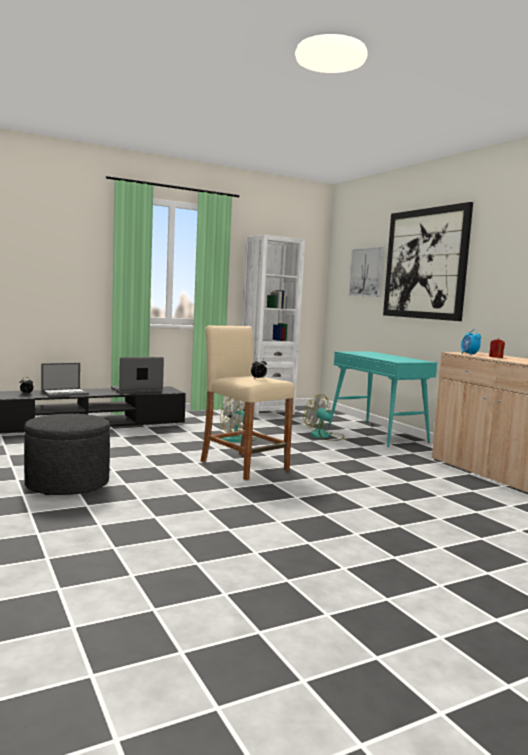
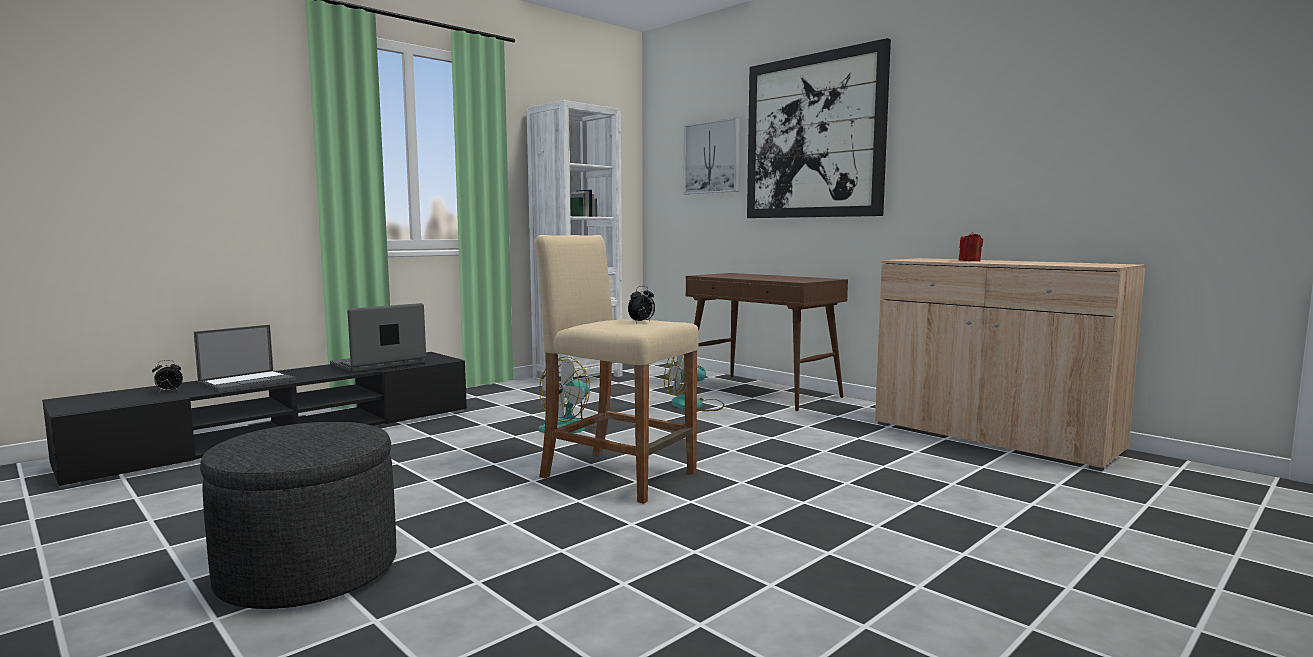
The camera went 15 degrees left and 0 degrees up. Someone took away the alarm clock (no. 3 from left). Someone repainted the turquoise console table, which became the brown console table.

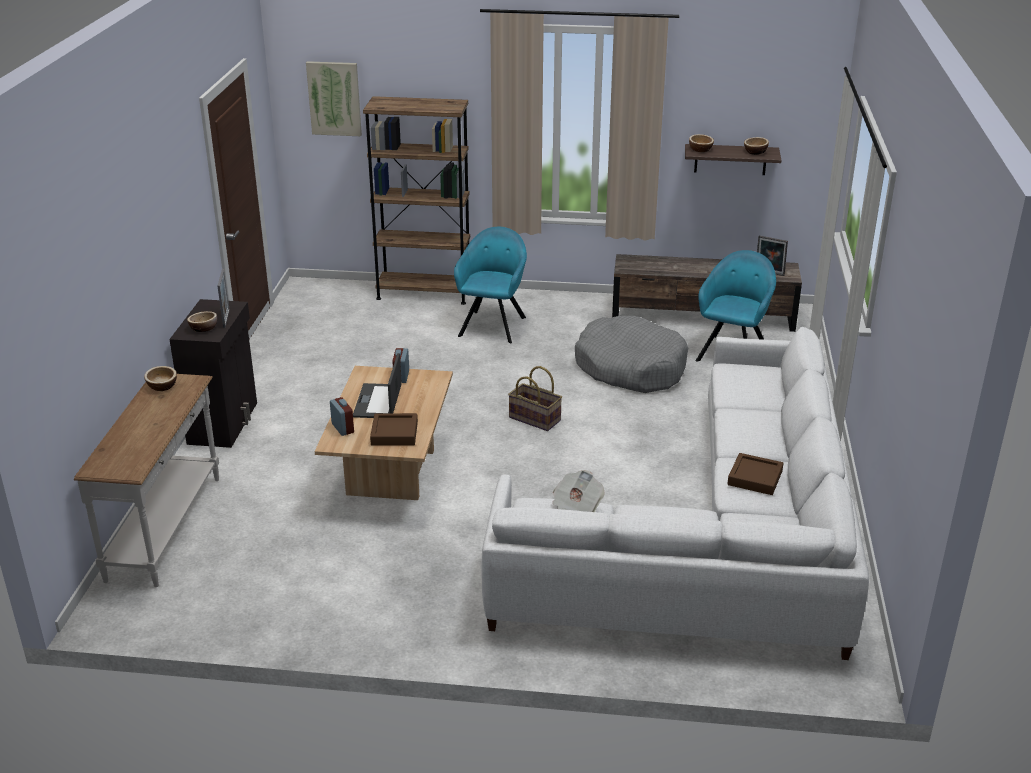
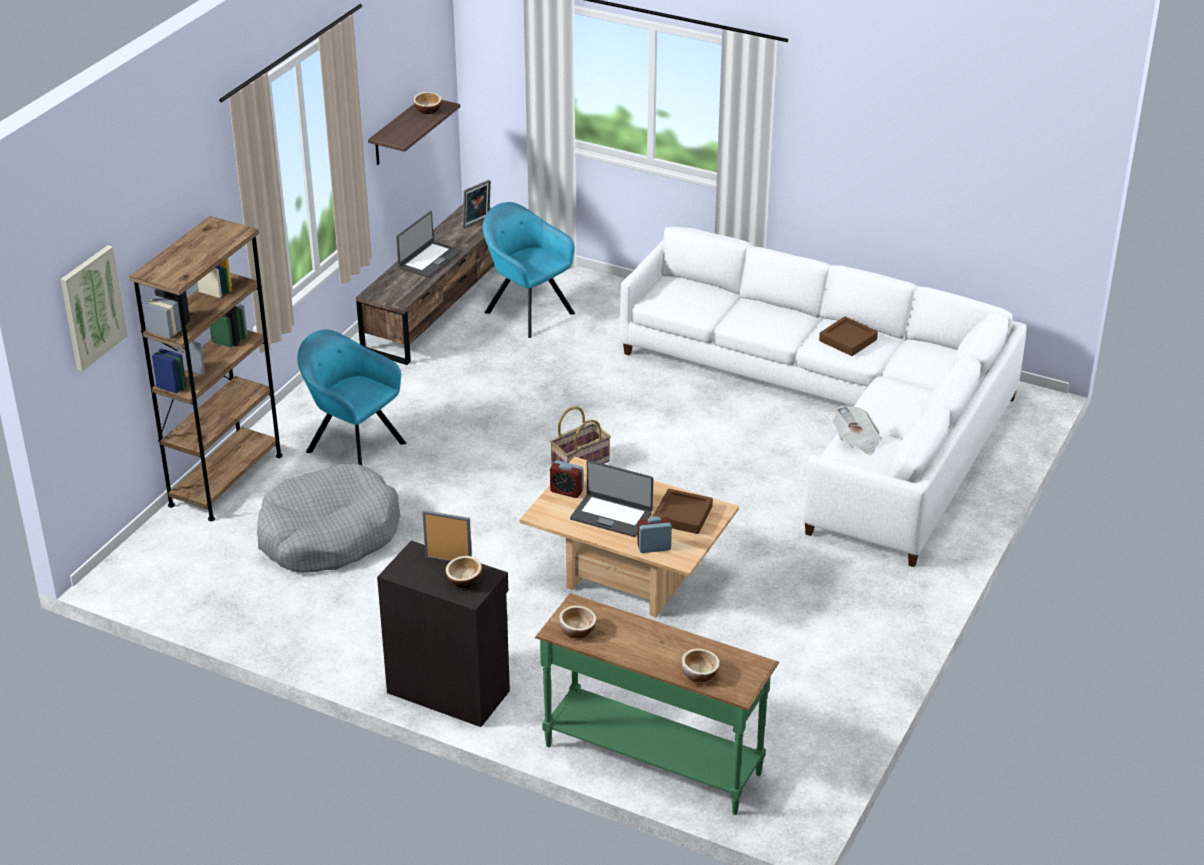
The camera went 70 degrees left and 5 degrees up. Someone carried the bowl (no. 3 from left in the first image). Someone carried the grey dog bed. Someone repainted the white console table, which became the green console table. Someone put down the laptop (no. 1 from left).

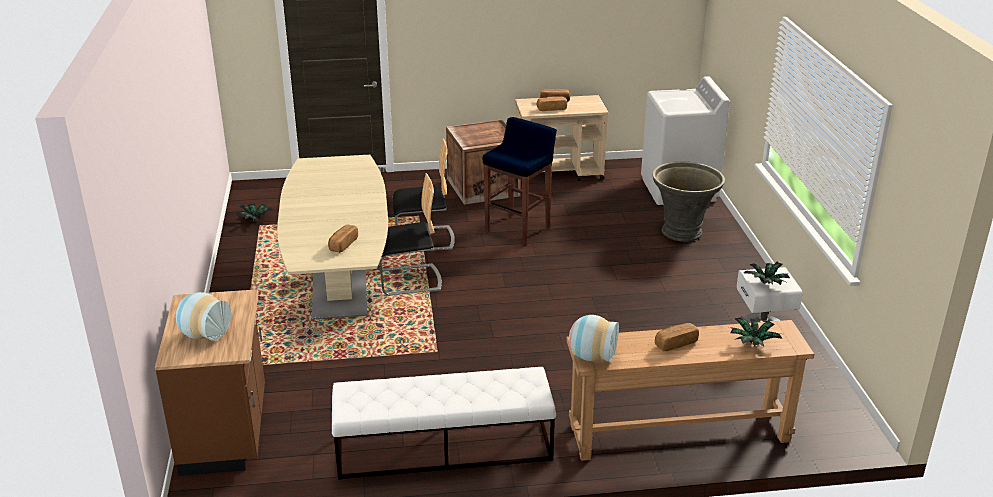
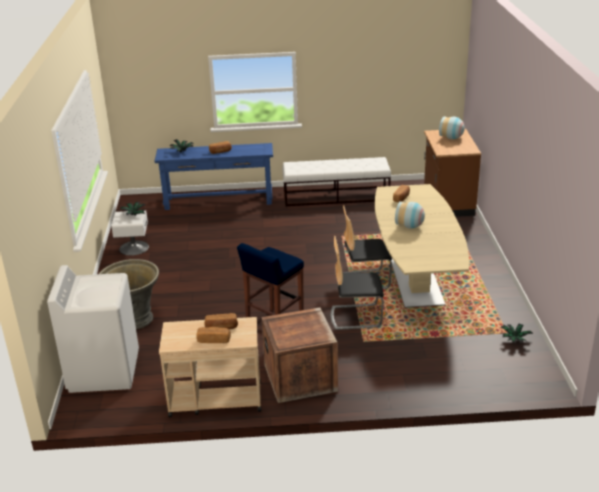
The camera went 175 degrees left and 0 degrees up. Someone carried the vase (no. 2 from left in the first image). Someone repainted the brown console table, which became the blue console table.

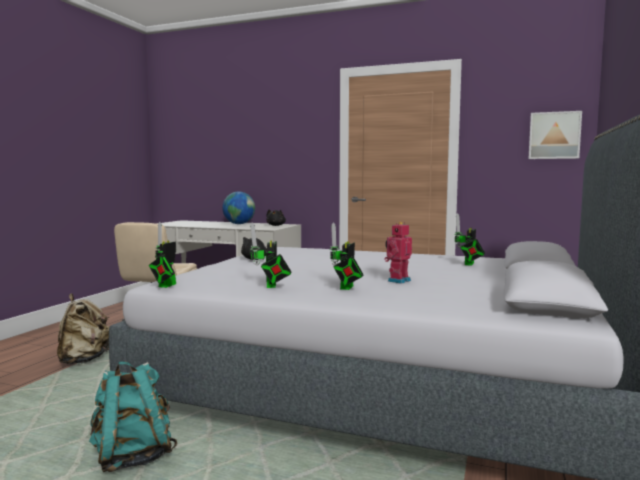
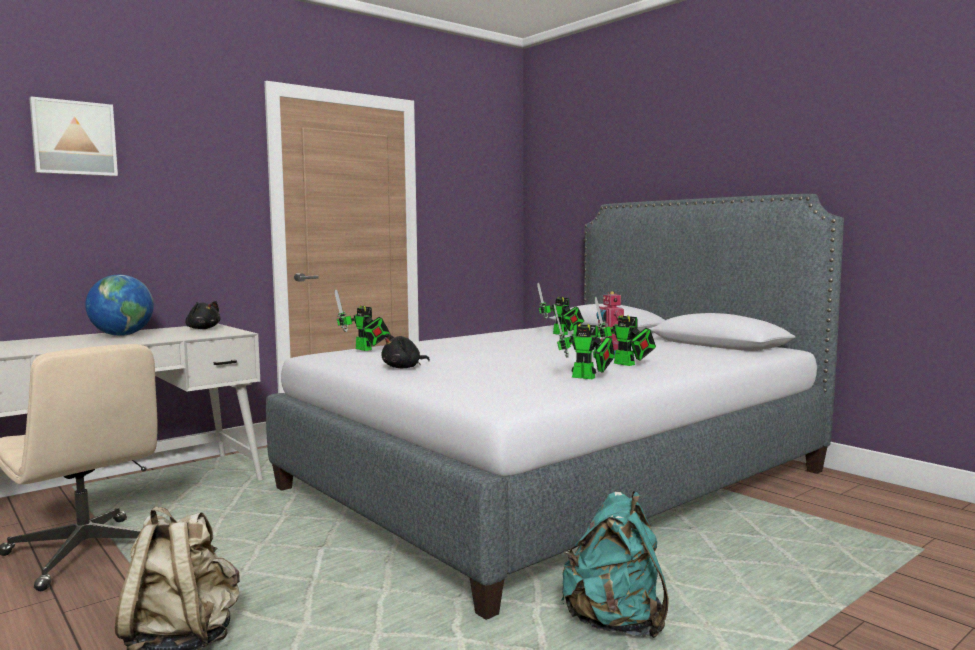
The camera went 60 degrees left and 0 degrees up. Someone carried the picture. Someone carried the toy robot (no. 1 from left).

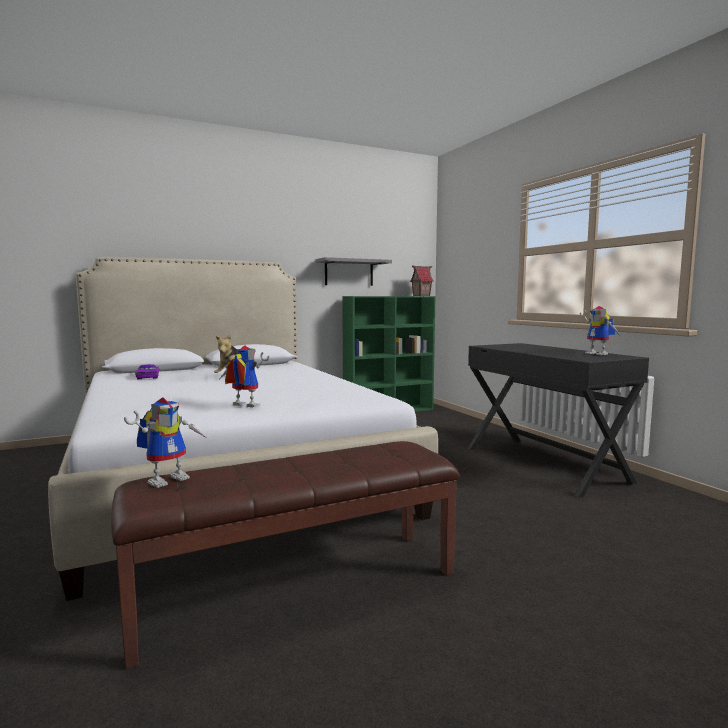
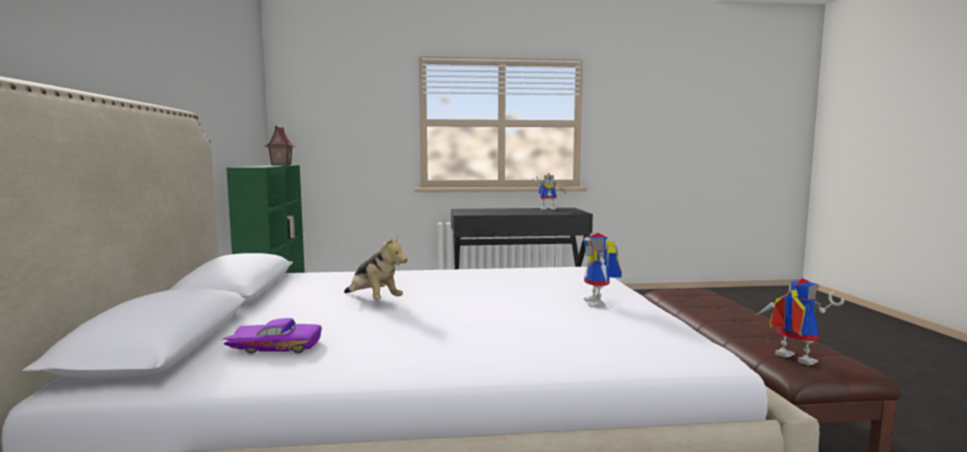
The camera went 70 degrees left and 0 degrees up. Someone took away the grey shelf. Someone rotated the toy robot (no. 2 from left) by 45 degrees counterclockwise.

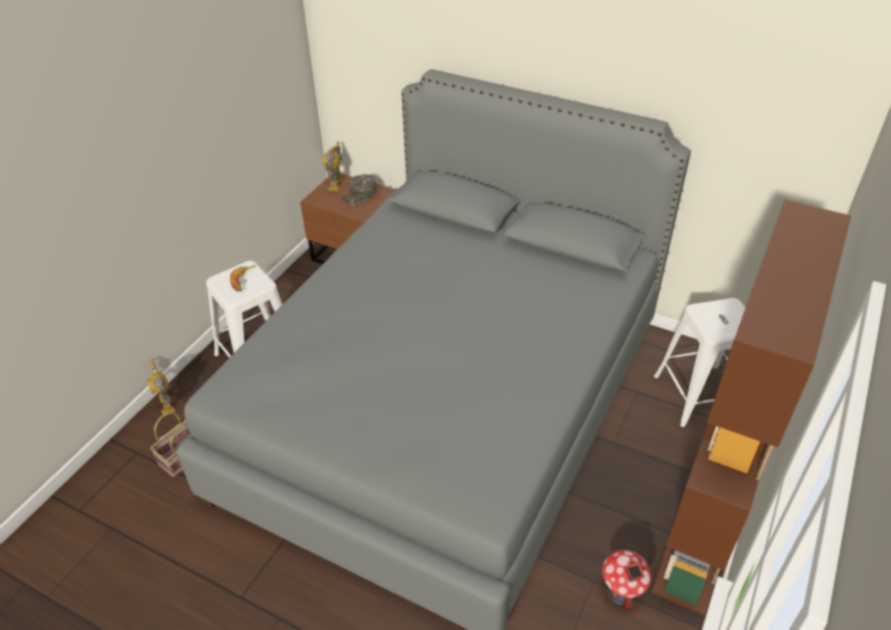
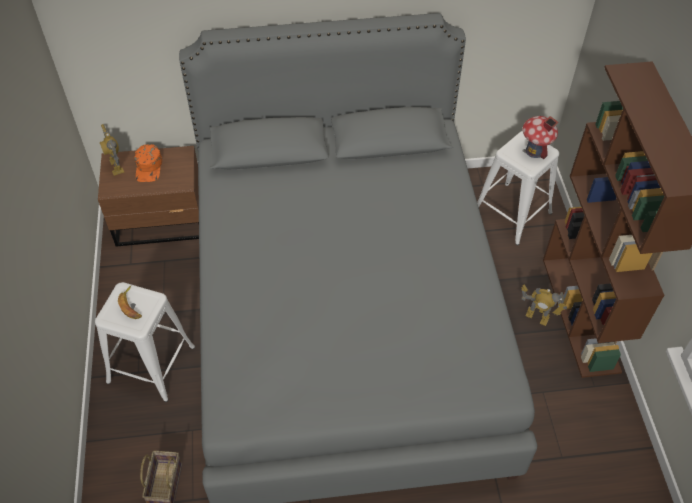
The camera went 35 degrees left and 10 degrees up. Someone repainted the green cap, which became the orange cap. Someone carried the toy robot (no. 1 from left in the first image). Someone carried the toy house.

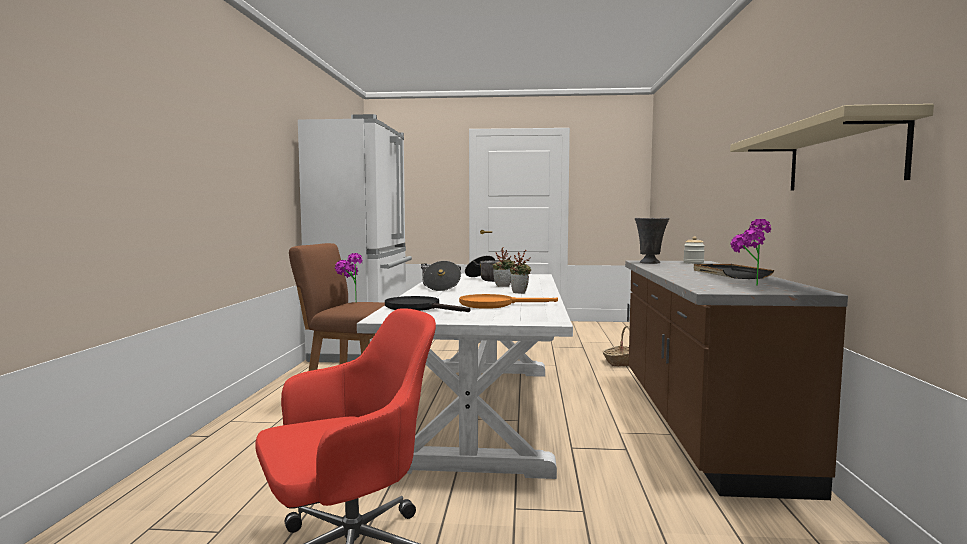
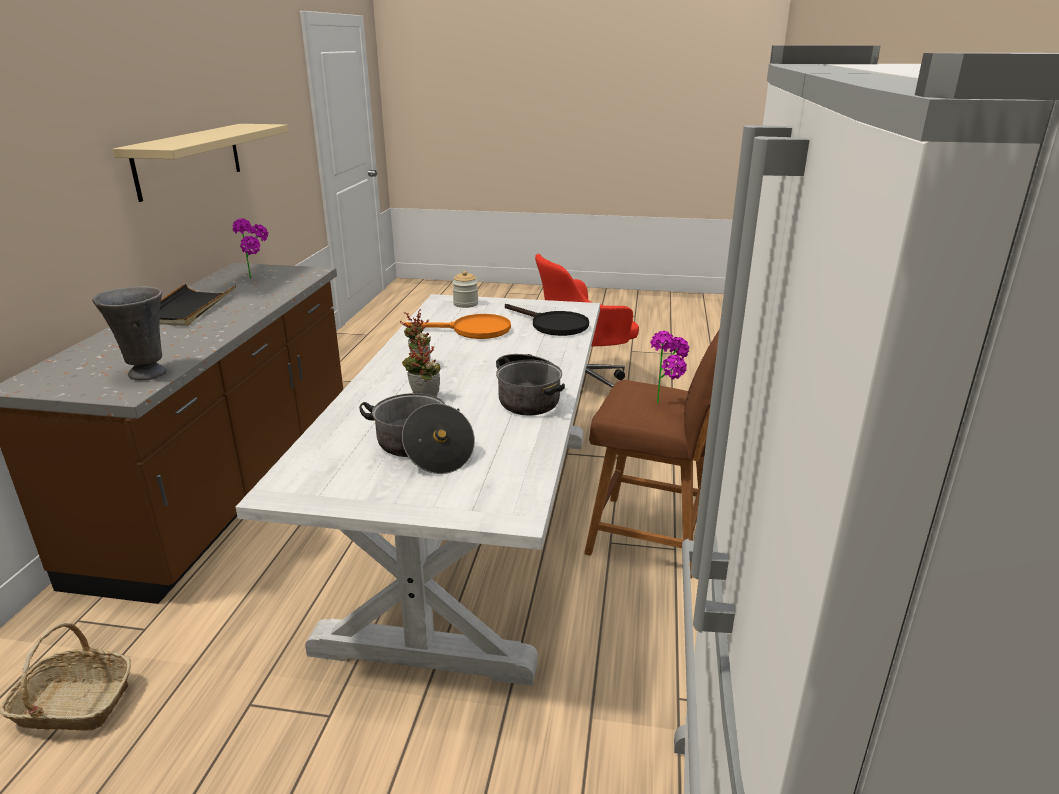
The camera went 175 degrees left and 20 degrees up. Someone carried the jar.

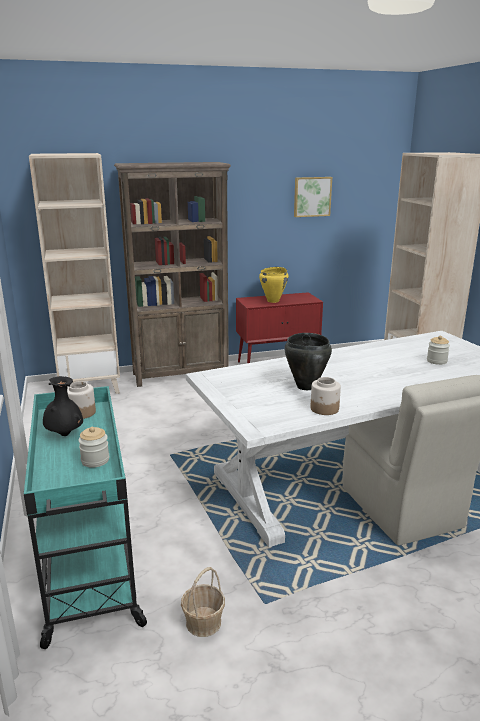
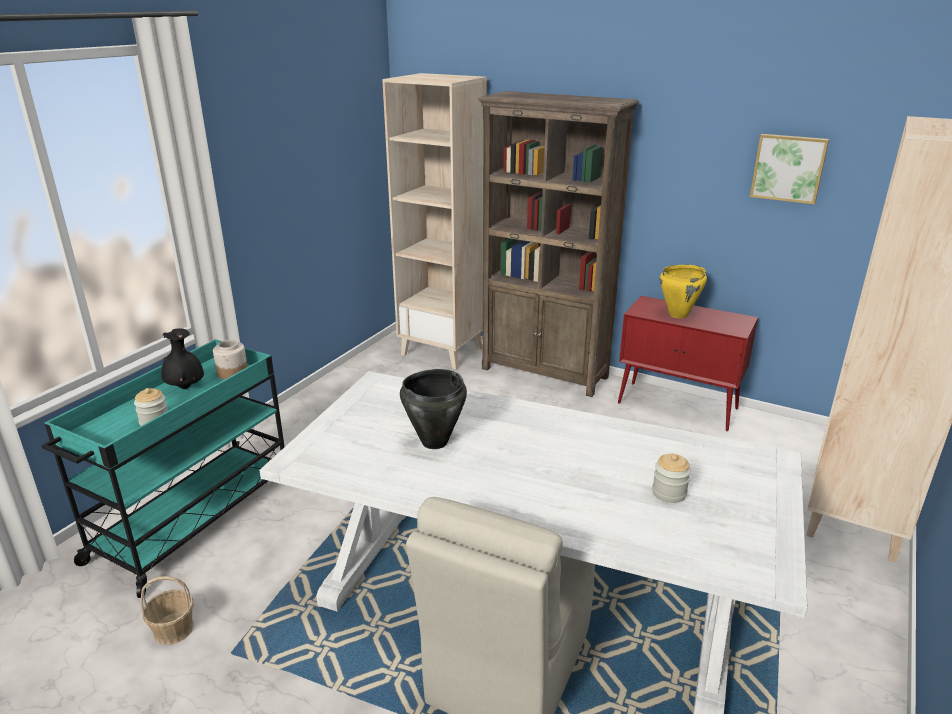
The camera went 45 degrees right and 5 degrees up. Someone took away the jar (no. 3 from left).

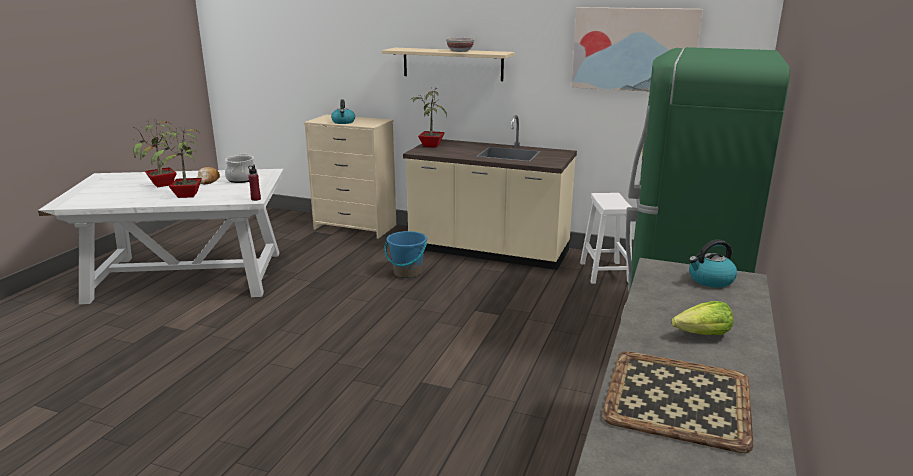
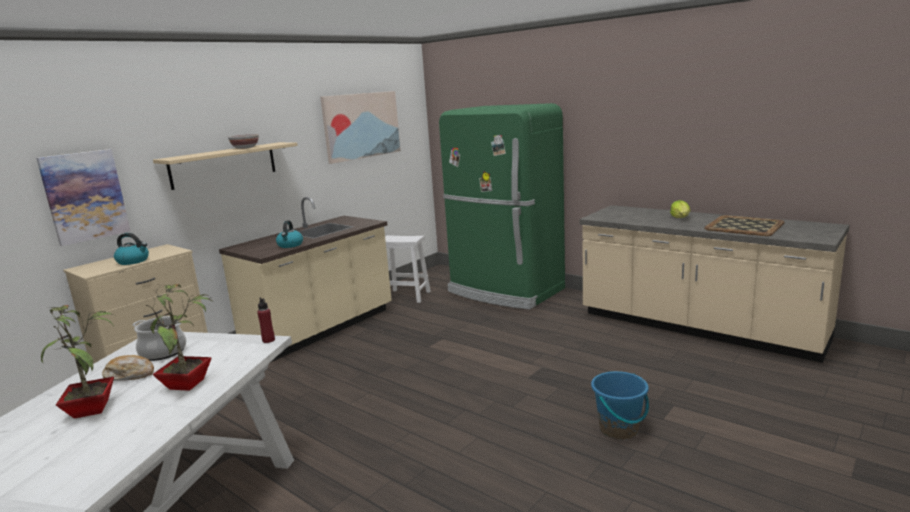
The camera went 70 degrees left and 5 degrees down. Someone took away the potted plant (no. 3 from left). Someone carried the blue bucket. Someone carried the kettle (no. 2 from left). Someone put up the picture (no. 1 from left).

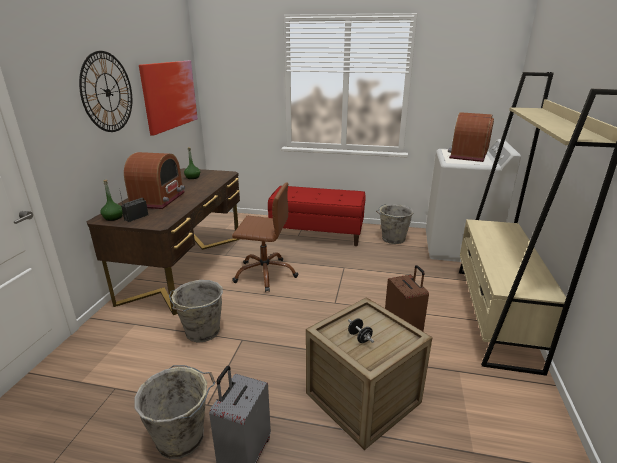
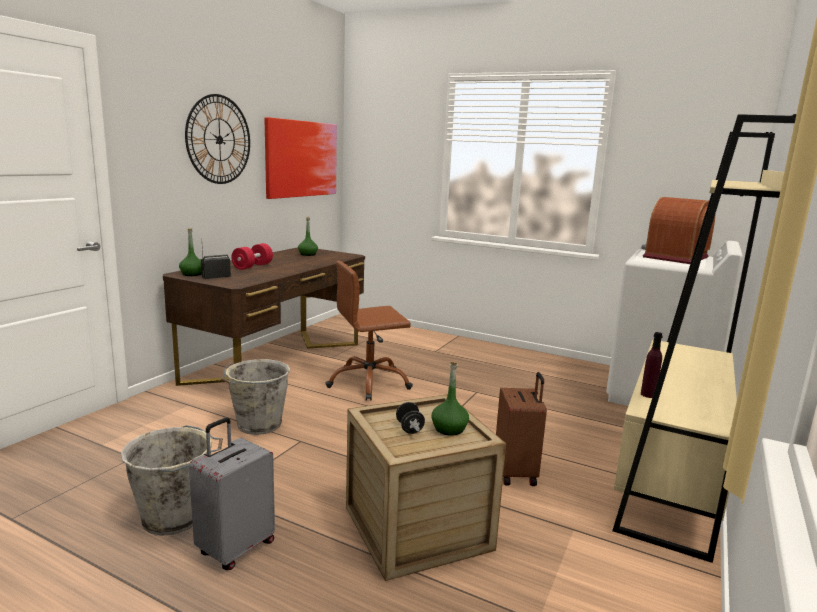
The camera went 15 degrees right and 10 degrees down. Someone swapped the radio (no. 2 from left) for the red dumbbell. Someone rotated the brown office chair by 135 degrees clockwise. Someone took away the red bench. Someone took away the grey bucket (no. 3 from left). Someone put down the purple bottle. Someone put down the green bottle (no. 3 from left).

